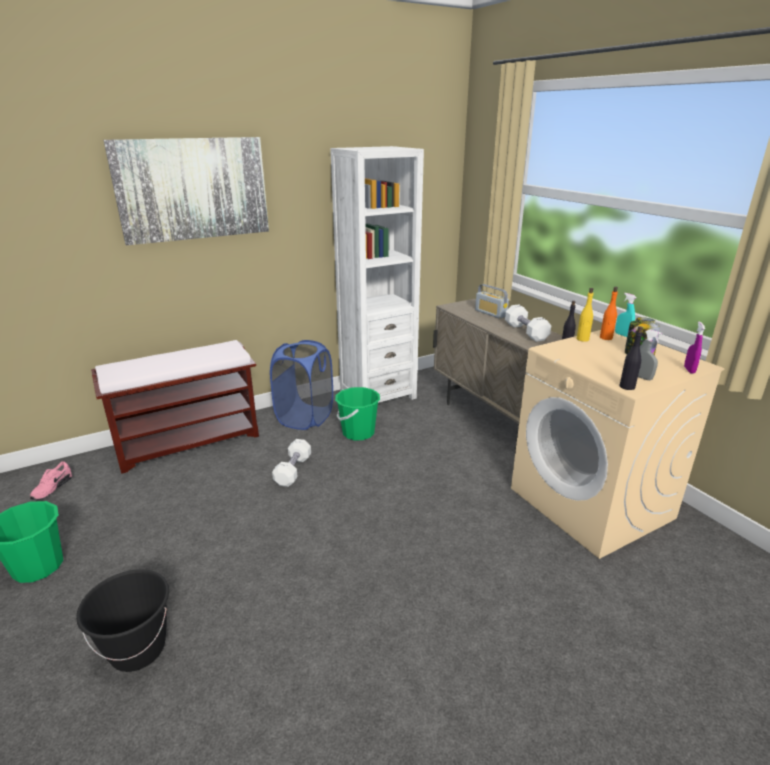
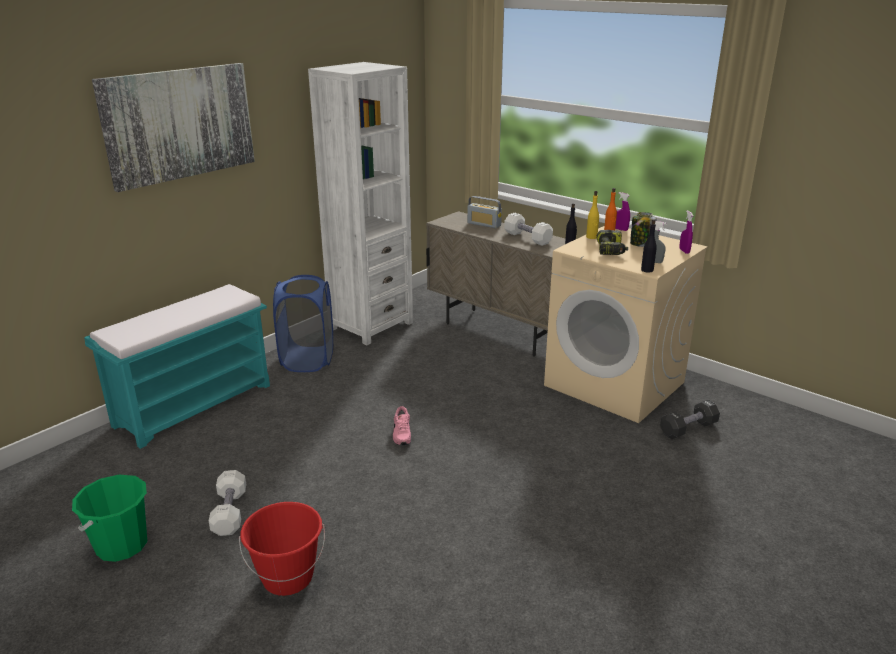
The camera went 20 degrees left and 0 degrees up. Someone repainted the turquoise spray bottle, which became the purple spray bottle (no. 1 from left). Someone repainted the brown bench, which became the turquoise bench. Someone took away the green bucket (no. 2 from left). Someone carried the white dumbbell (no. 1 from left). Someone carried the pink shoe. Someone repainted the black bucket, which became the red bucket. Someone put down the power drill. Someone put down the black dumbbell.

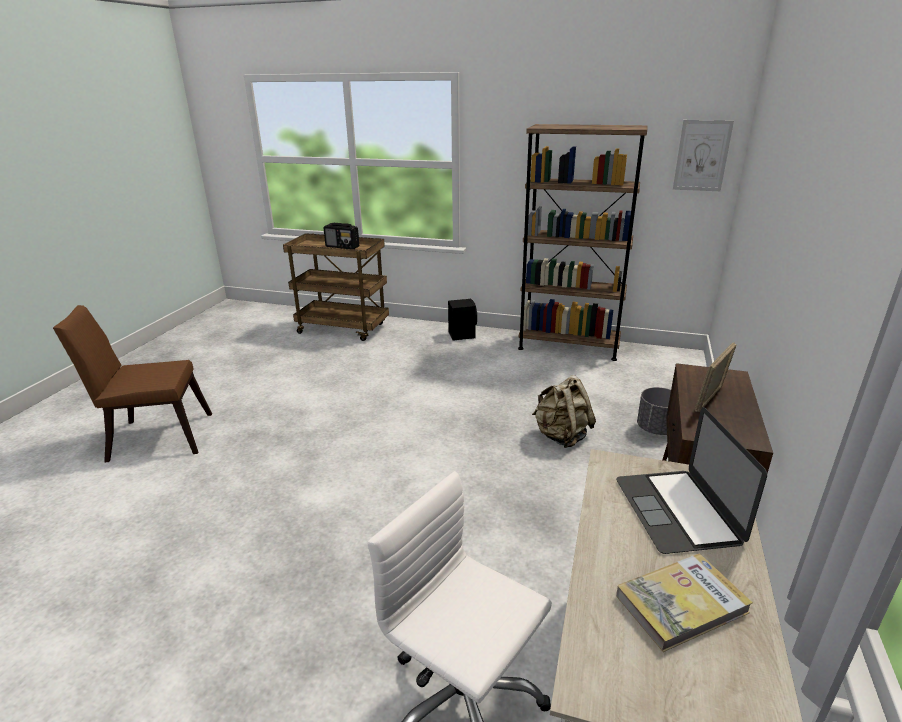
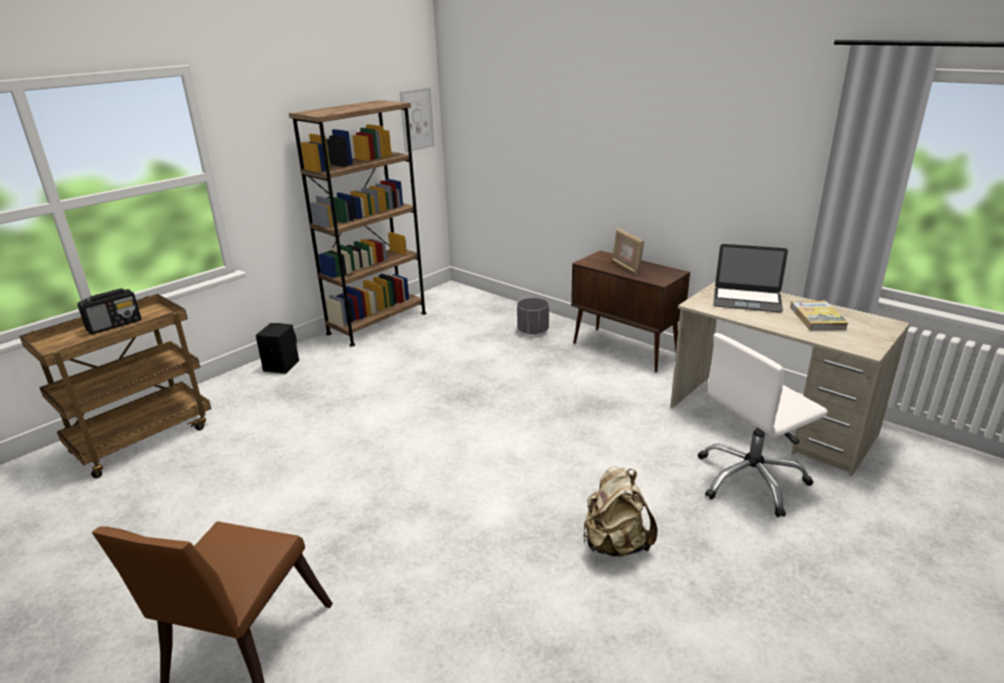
The camera went 65 degrees left and 0 degrees up. Someone carried the beige backpack.

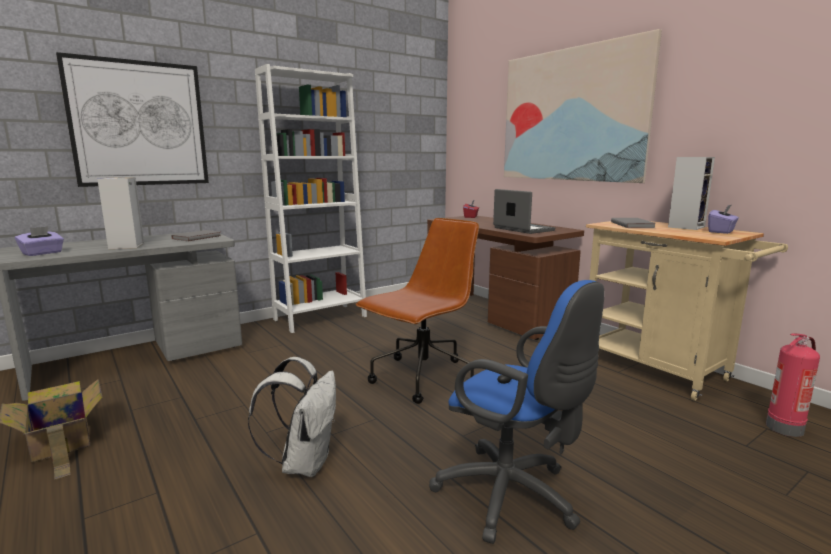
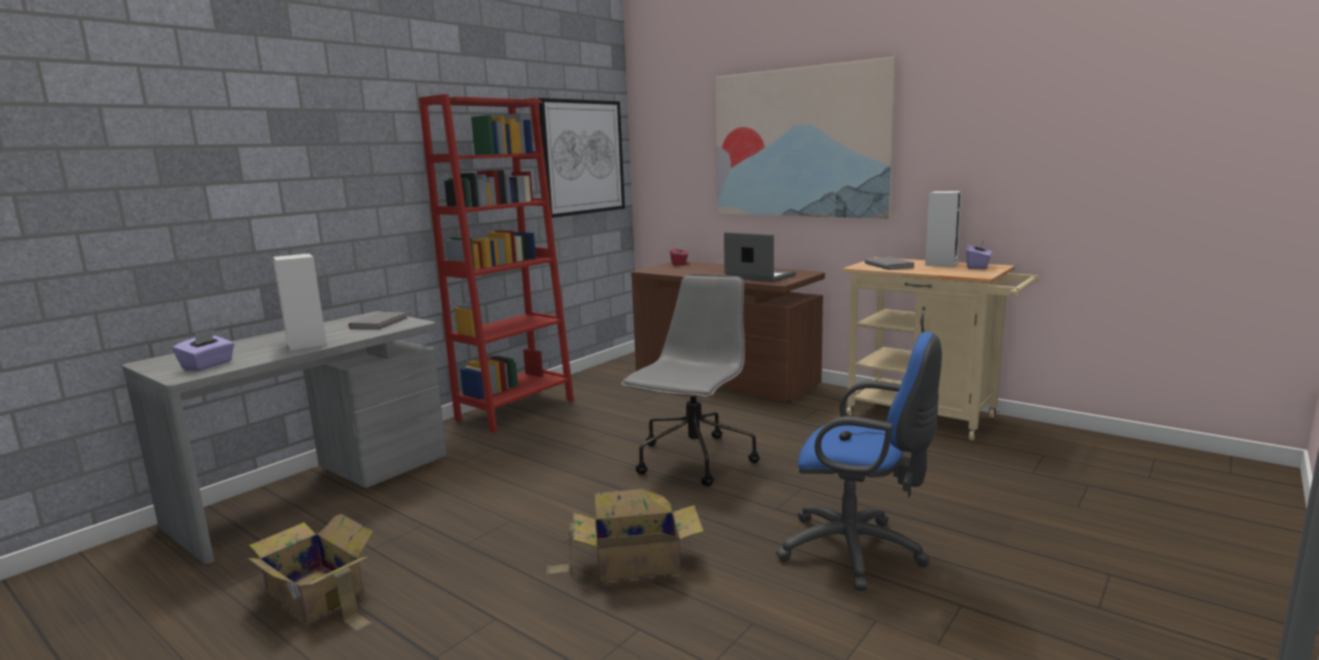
The camera went 15 degrees left and 0 degrees up. Someone carried the picture (no. 1 from left). Someone repainted the white bookcase, which became the red bookcase. Someone repainted the brown office chair, which became the grey office chair. Someone took away the fire extinguisher. Someone swapped the white backpack for the cardboard box (no. 2 from left).

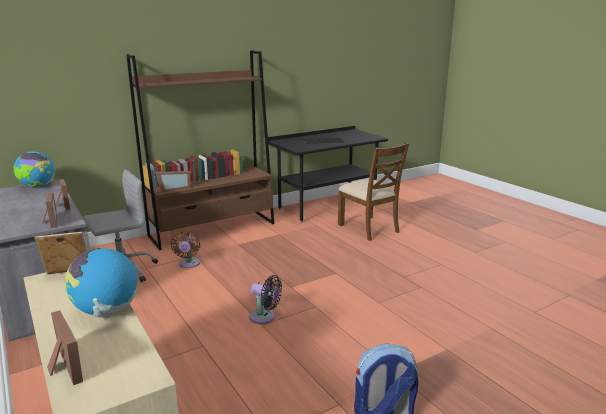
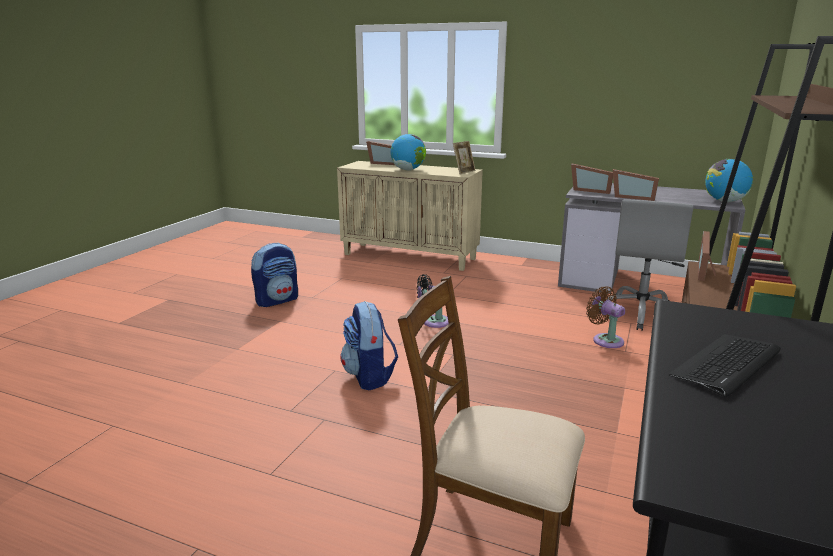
The camera went 145 degrees right and 0 degrees up. Someone put down the backpack (no. 2 from left).

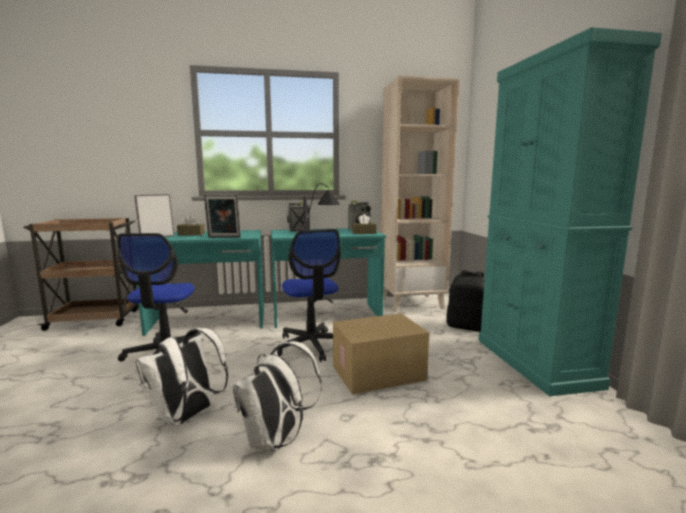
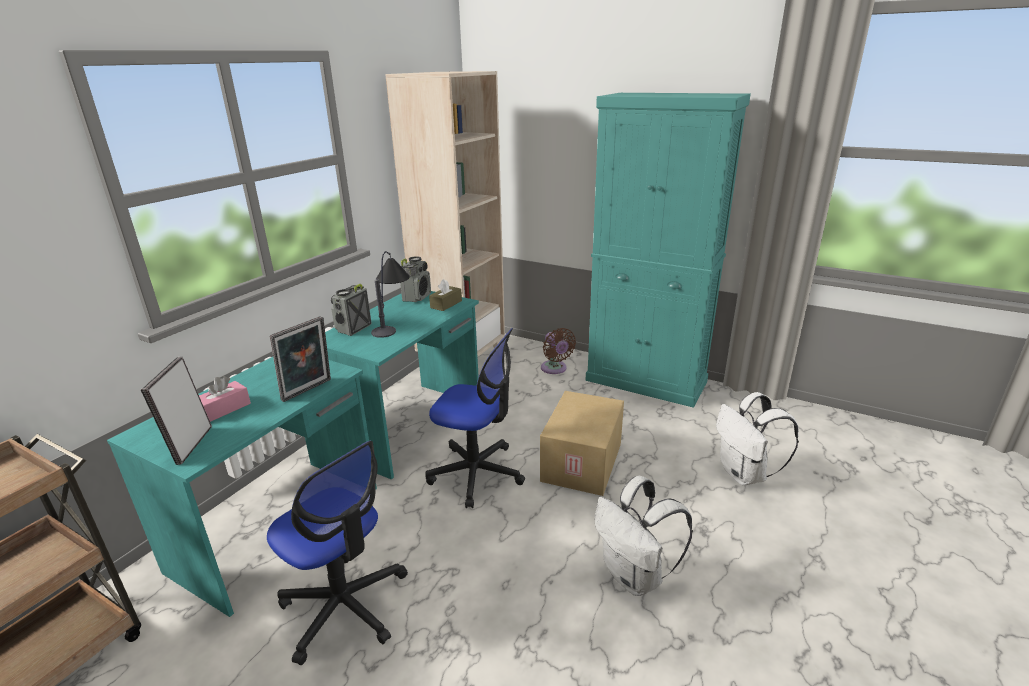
The camera went 50 degrees left and 15 degrees up. Someone repainted the brown tissue box (no. 1 from left), which became the pink tissue box. Someone swapped the black backpack for the brown fan. Someone carried the white backpack (no. 1 from left in the first image).

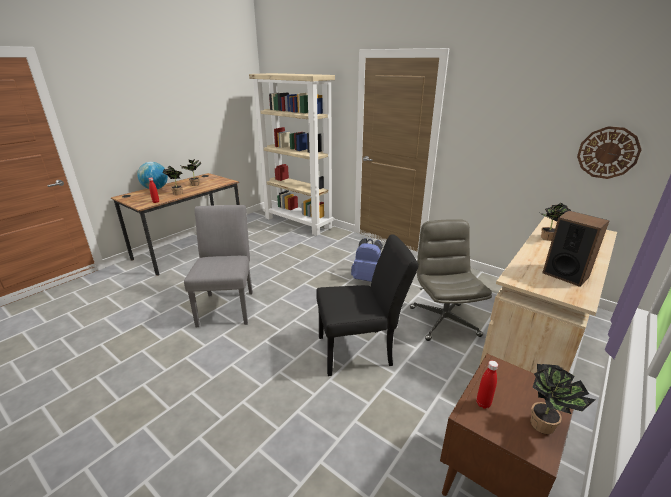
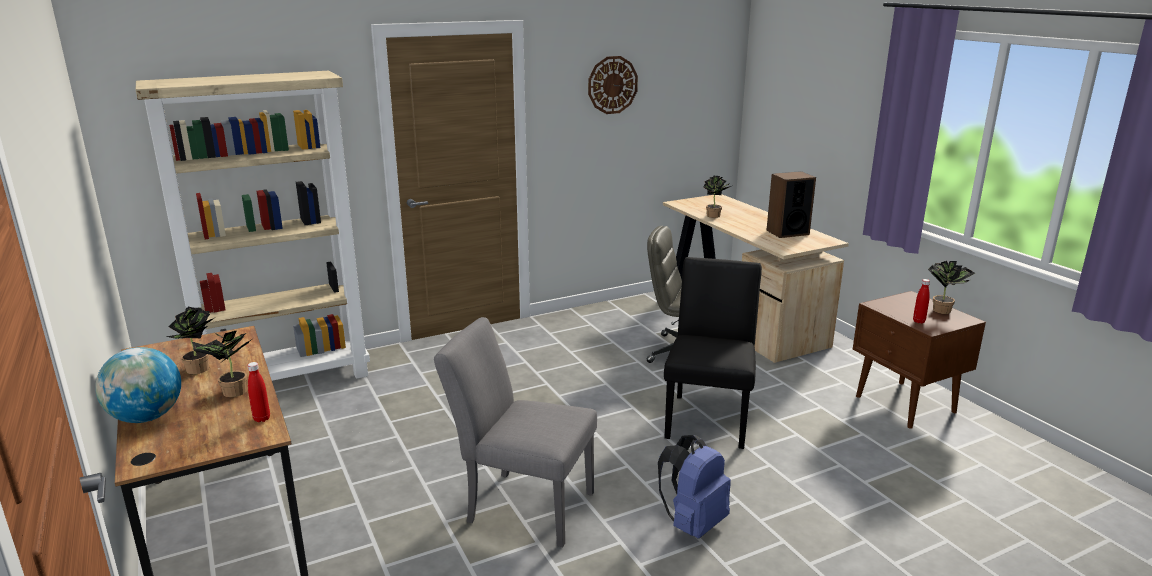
The camera went 65 degrees left and 5 degrees down. Someone carried the wall clock. Someone carried the blue backpack.

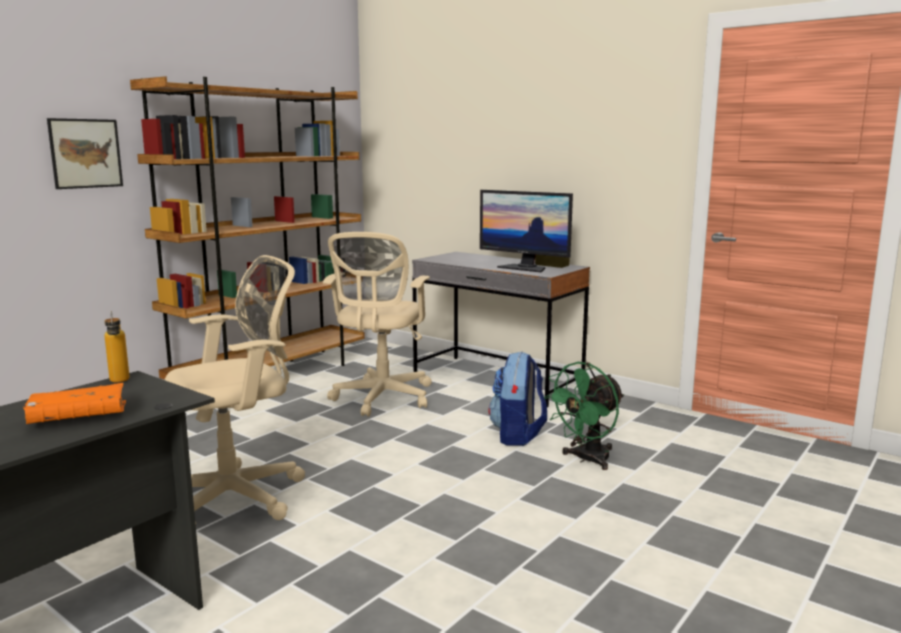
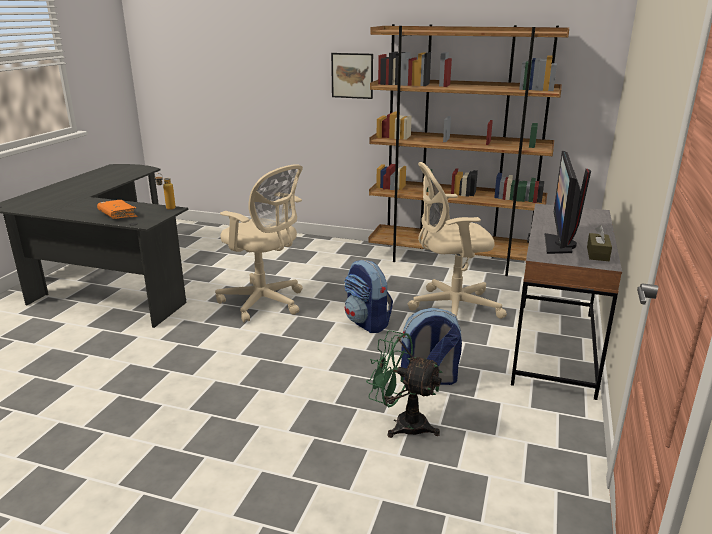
The camera went 70 degrees right and 10 degrees up. Someone put down the backpack (no. 1 from left).

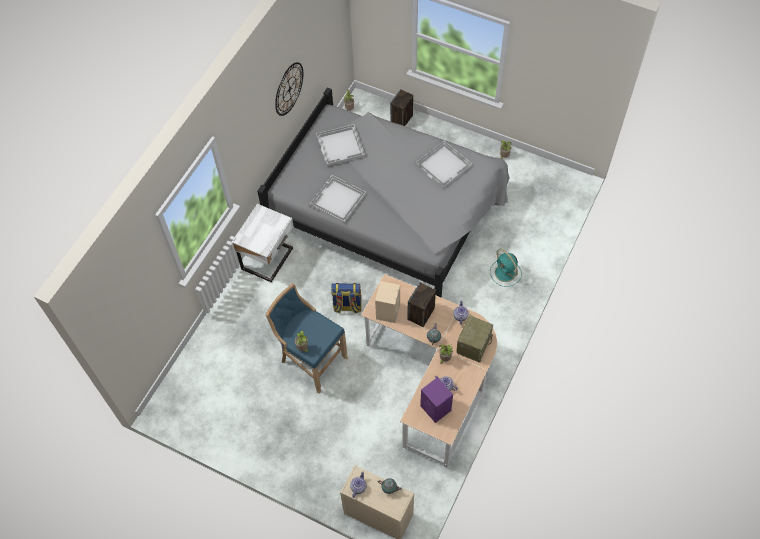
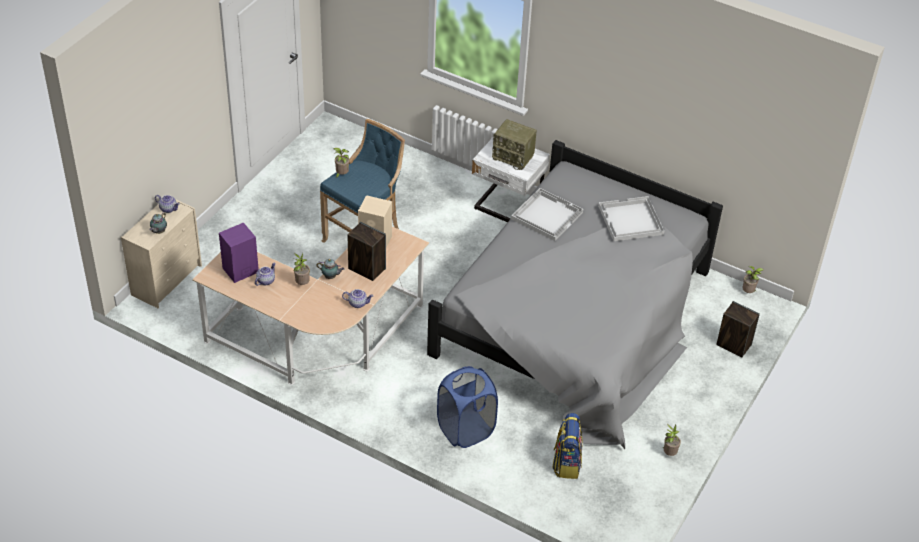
The camera went 90 degrees right and 15 degrees down. Someone took away the wall clock. Someone took away the white tray (no. 3 from left). Someone swapped the turquoise fan for the blue laundry basket. Someone carried the backpack. Someone carried the radio.

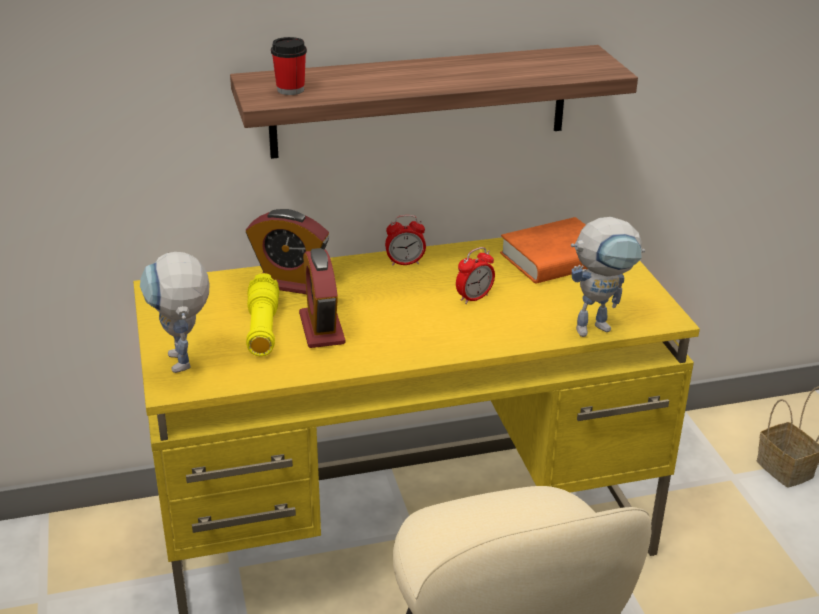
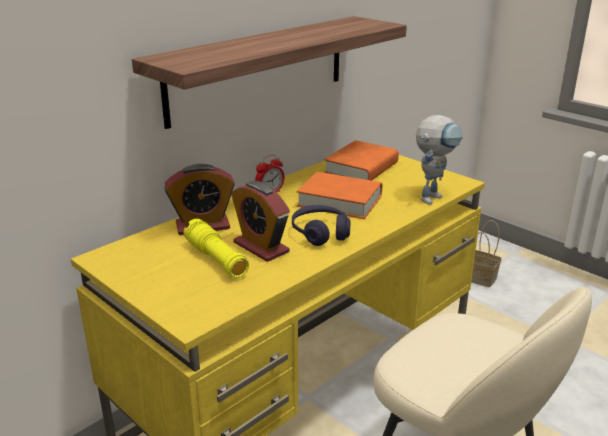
The camera went 30 degrees left and 5 degrees down. Someone took away the cup. Someone swapped the alarm clock (no. 4 from left) for the orange book (no. 1 from left). Someone took away the toy robot (no. 1 from left). Someone put down the purple headphones.

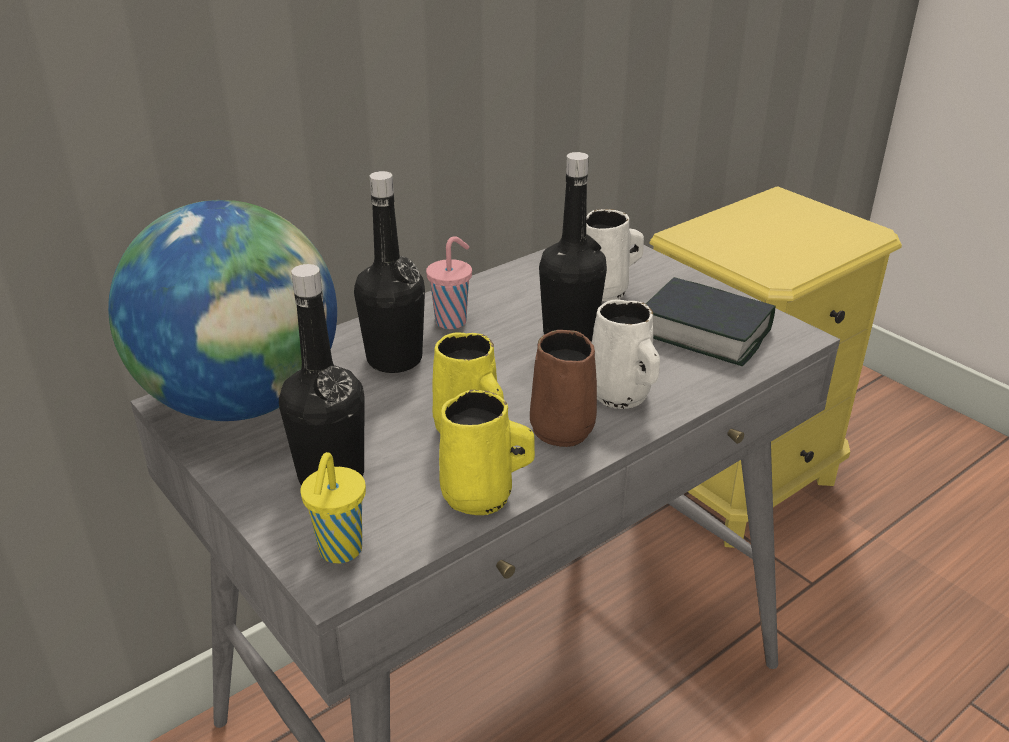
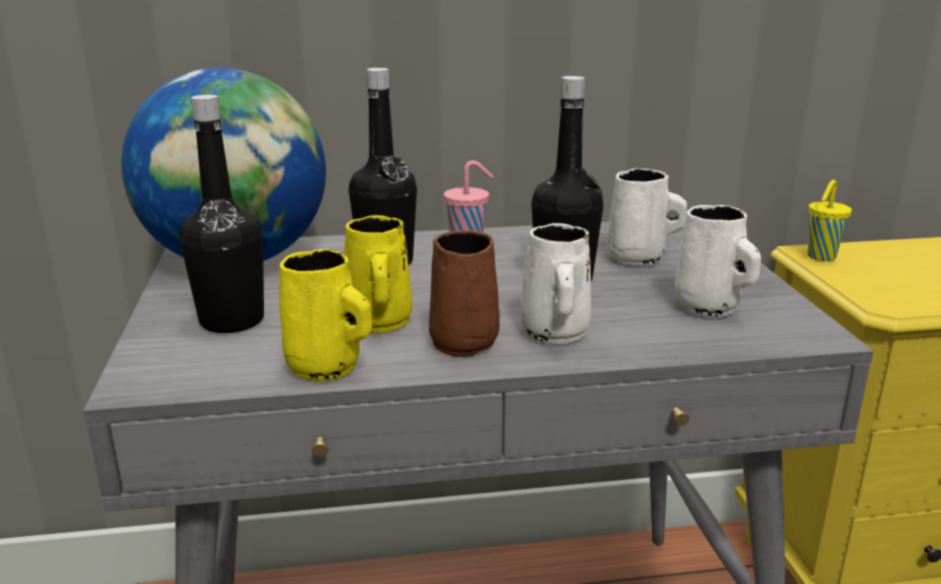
The camera went 30 degrees right and 10 degrees down. Someone swapped the book for the white mug (no. 3 from left). Someone carried the yellow cup.

